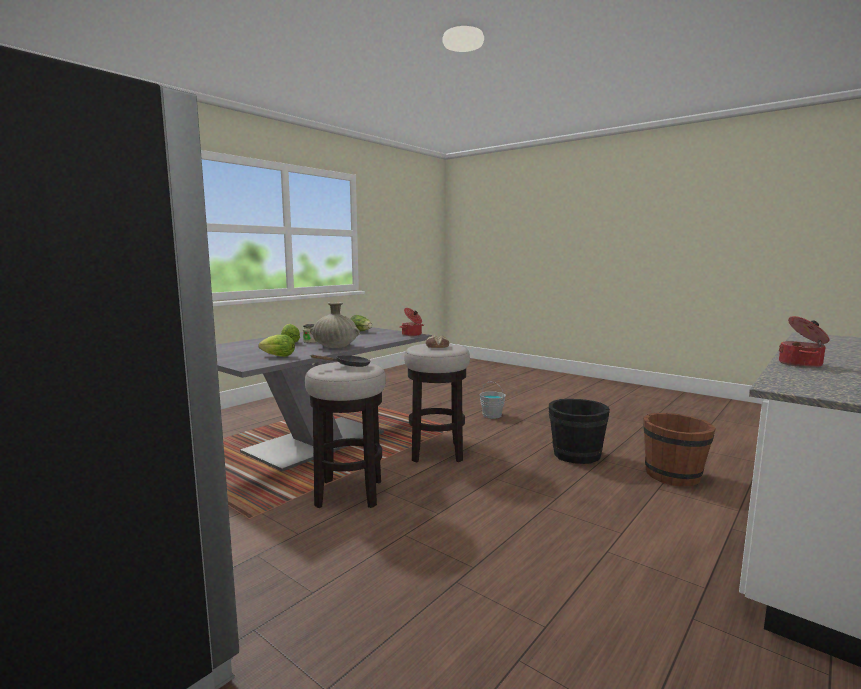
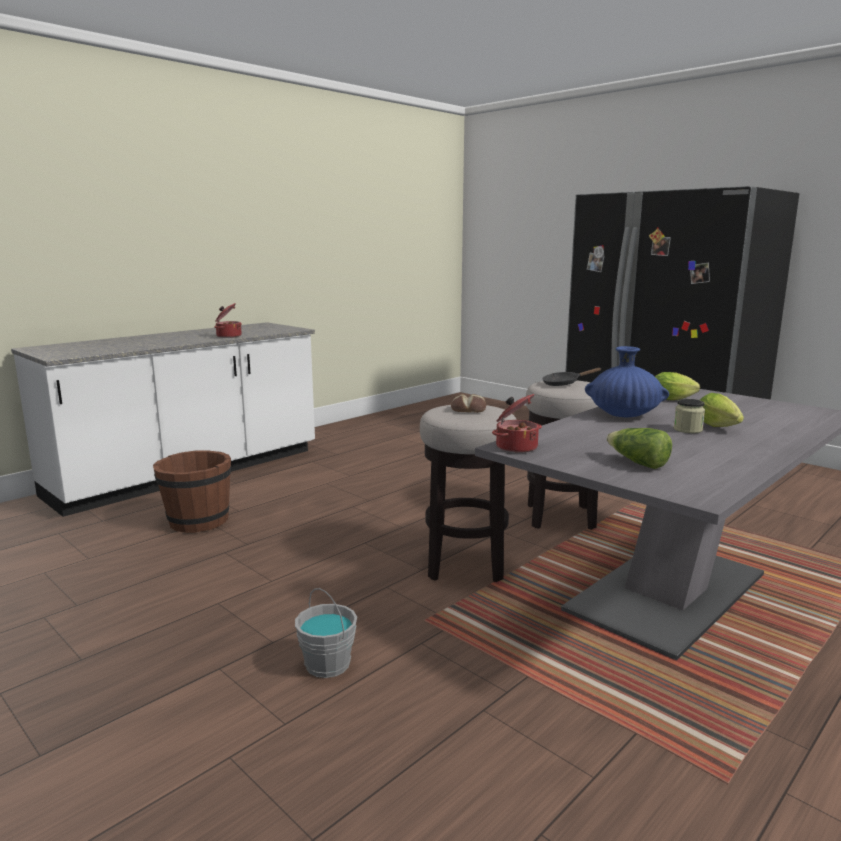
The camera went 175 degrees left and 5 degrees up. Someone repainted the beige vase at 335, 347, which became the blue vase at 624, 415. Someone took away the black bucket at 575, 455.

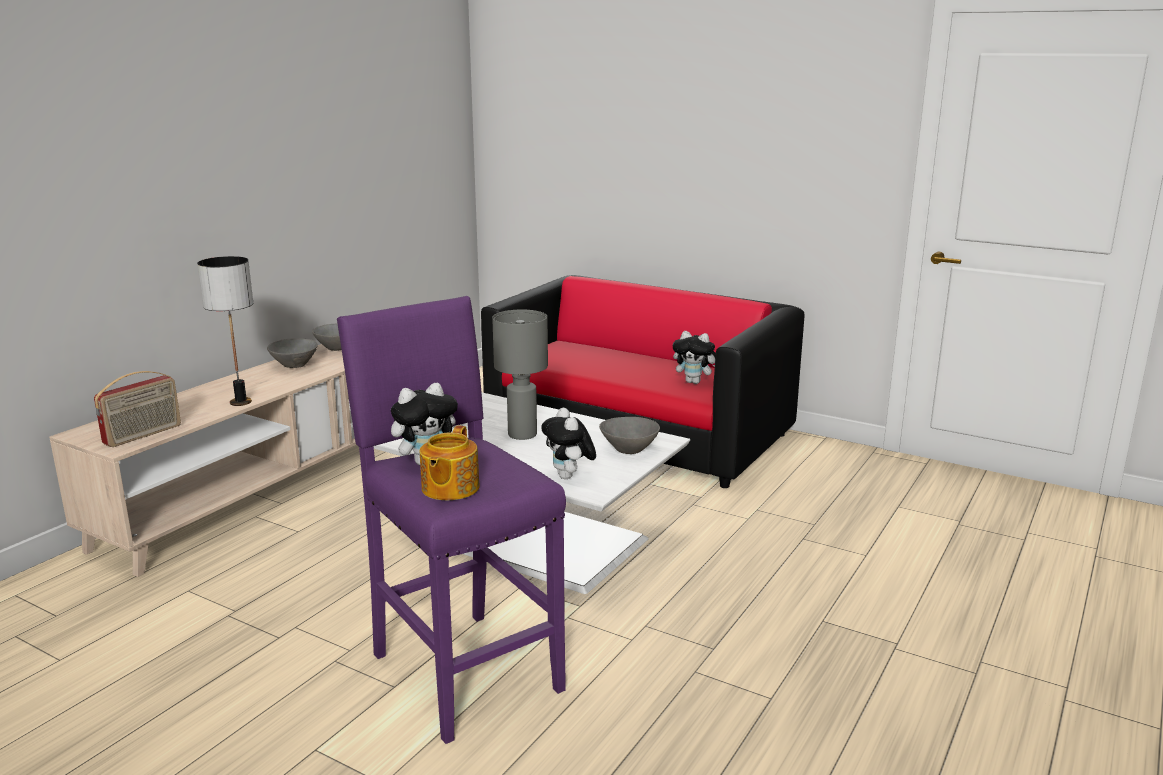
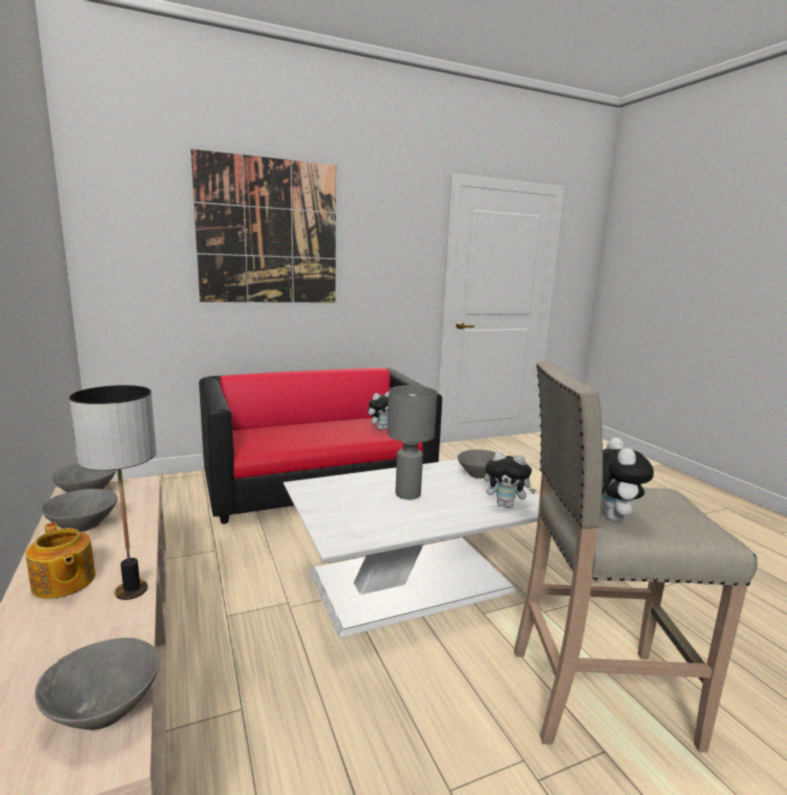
The camera went 55 degrees left and 5 degrees down. Someone repainted the purple stool at 463, 669, which became the beige stool at 594, 694. Someone swapped the radio at 143, 435 for the grey bowl at 103, 710. Someone carried the teapot from 449, 488 to 63, 583. Someone put up the picture at 269, 232.

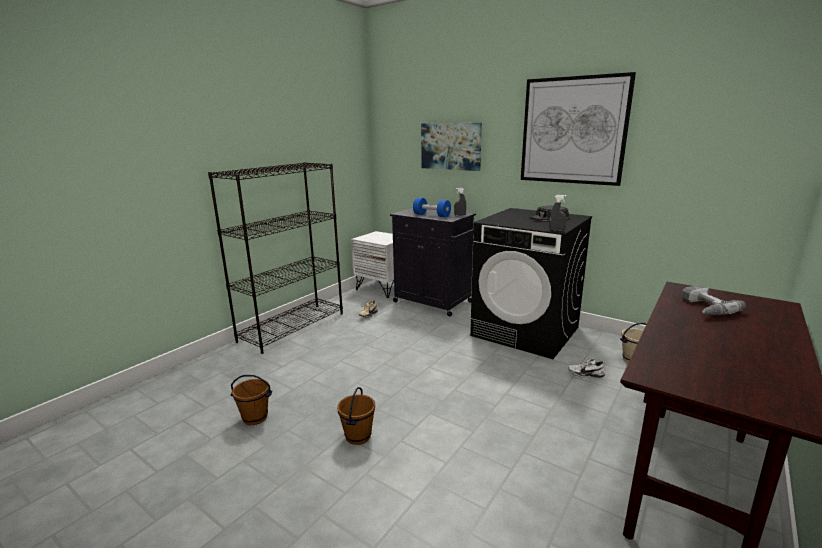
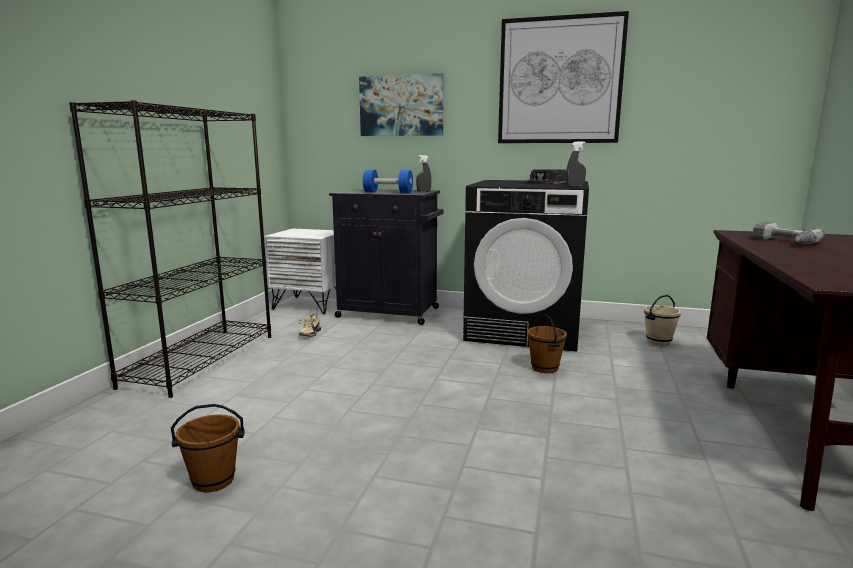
The camera went 20 degrees left and 5 degrees down. Someone took away the white shoe at 585, 374. Someone carried the brown bucket from 357, 436 to 544, 368.

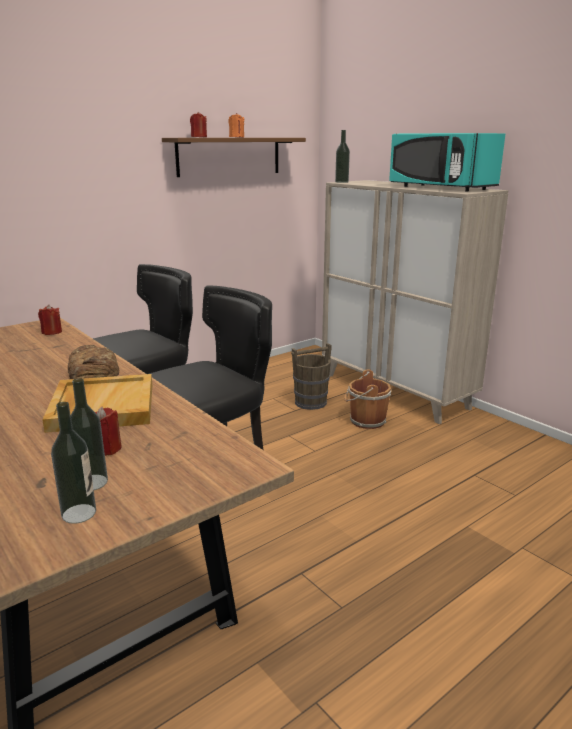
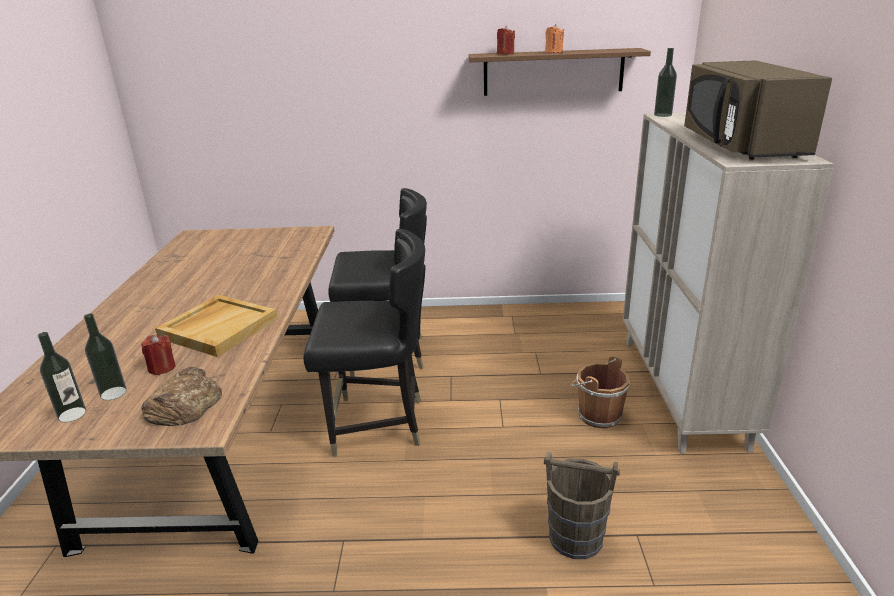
The camera went 40 degrees right and 5 degrees up. Someone repainted the turquoise microwave at 439, 188, which became the brown microwave at 740, 145. Someone took away the red candle at 52, 332. Someone carried the brown bucket from 311, 402 to 576, 538. Someone carried the bread from 93, 372 to 184, 405.

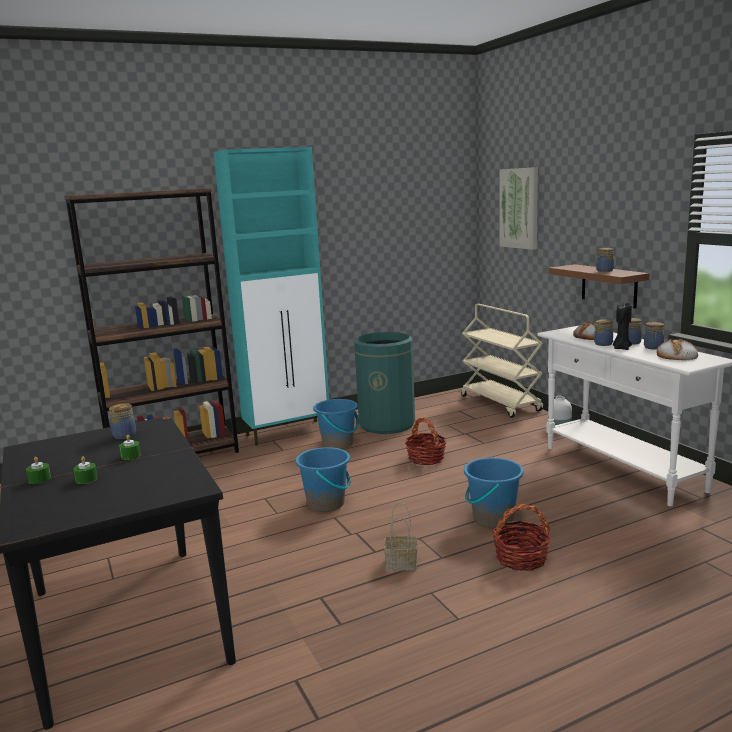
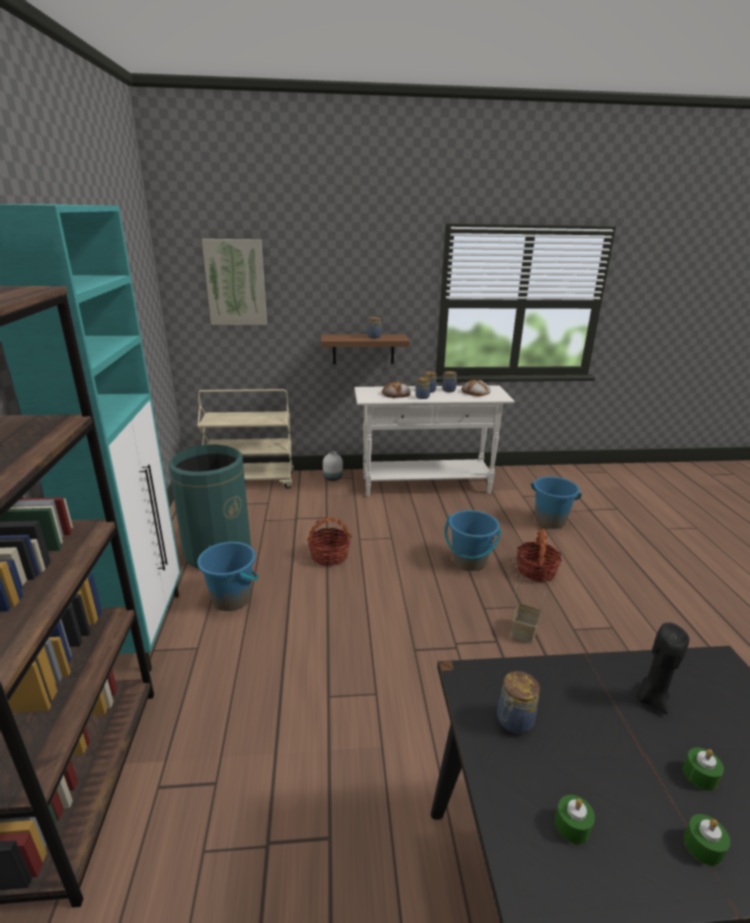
The camera went 70 degrees left and 10 degrees up. Someone carried the black candle from 621, 348 to 651, 699. Someone carried the green candle from 130, 456 to 572, 825. Someone carried the blue bucket from 326, 503 to 550, 521.

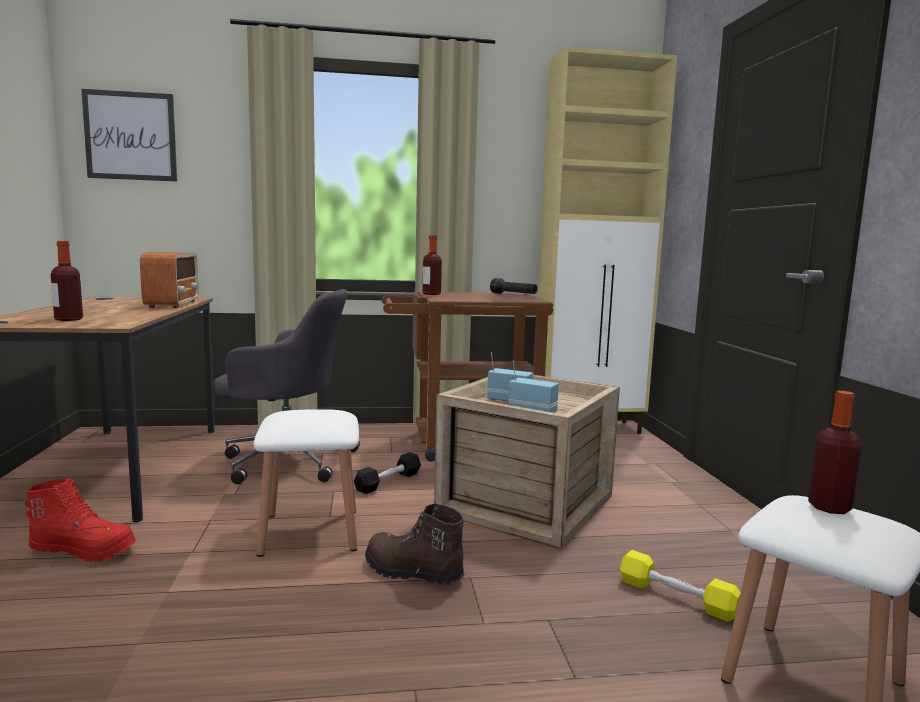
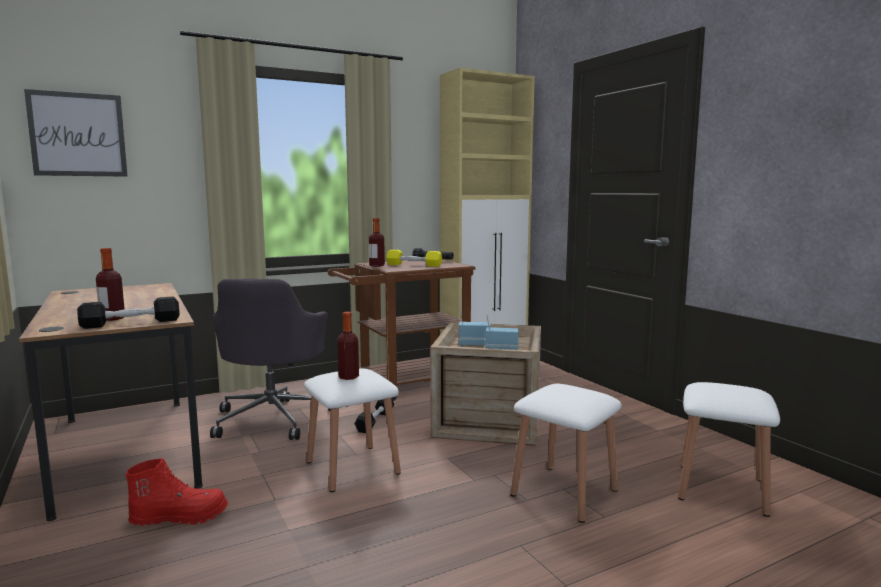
The camera went 20 degrees left and 0 degrees up. Someone took away the radio at 173, 304. Someone rotated the grey office chair at 286, 460 by 105 degrees clockwise. Someone carried the bottle from 829, 507 to 348, 377. Someone took away the brown boot at 412, 572. Someone carried the yellow dumbbell from 676, 597 to 413, 265. Someone put down the black dumbbell at 131, 323. Someone put down the white stool at 564, 492.

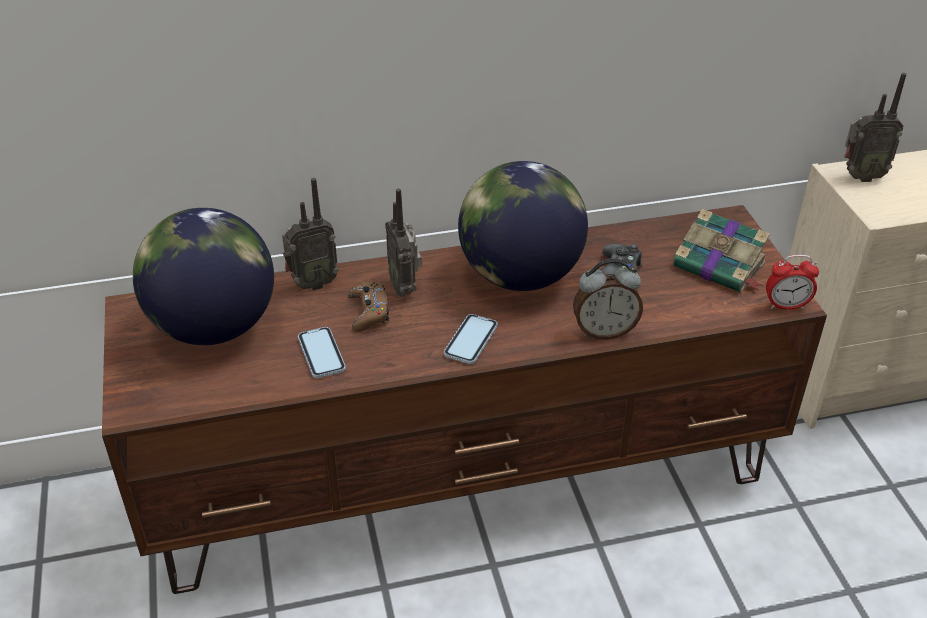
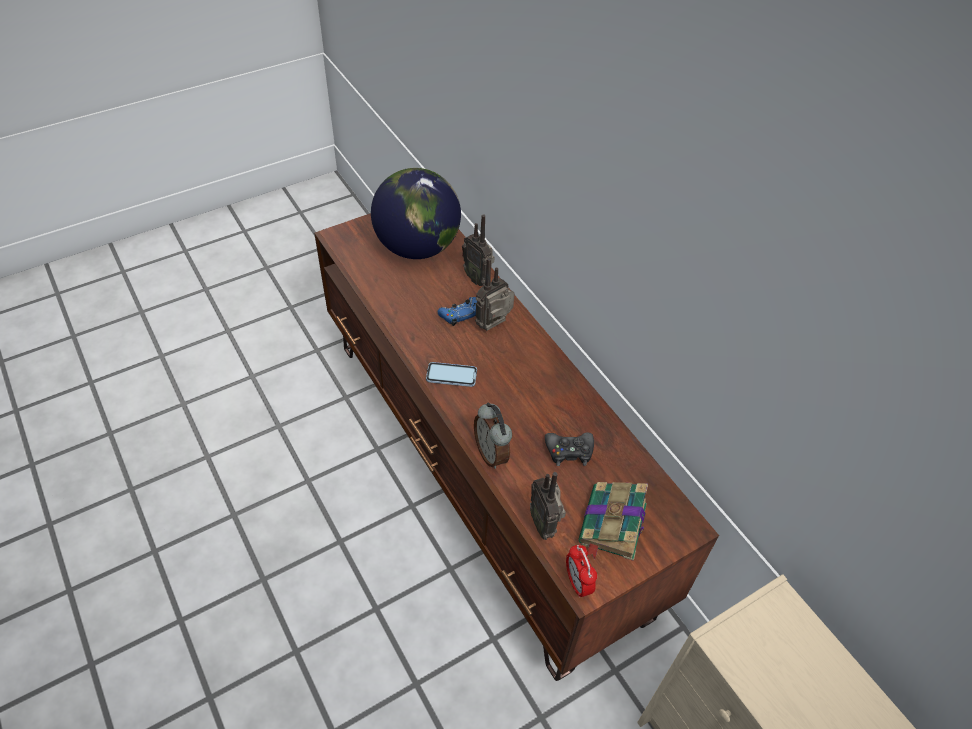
The camera went 70 degrees right and 10 degrees up. Someone carried the radio from 860, 176 to 544, 523. Someone took away the globe at 519, 276. Someone repainted the brown game controller at 368, 312, which became the blue game controller at 460, 314. Someone took away the phone at 321, 354.

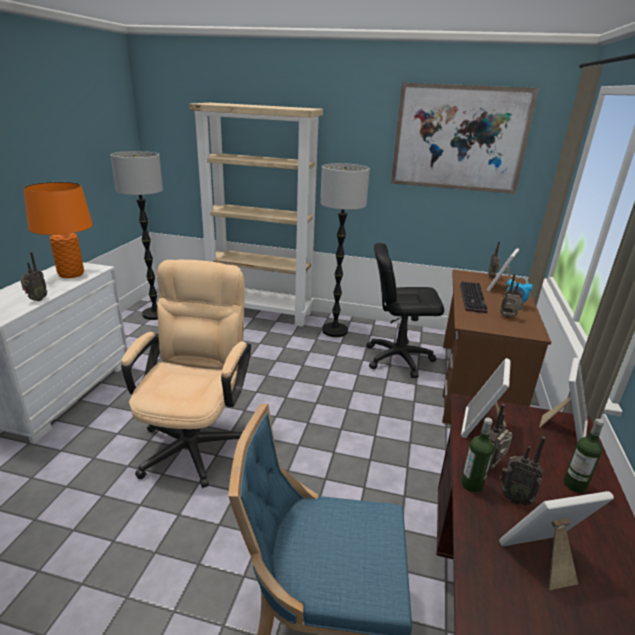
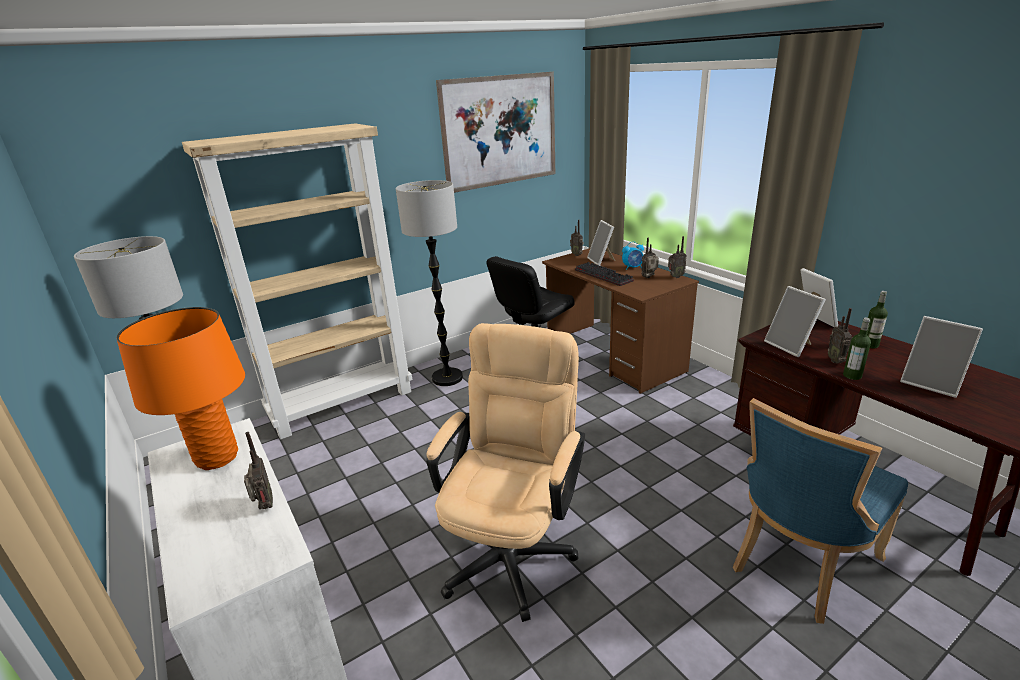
The camera went 45 degrees left and 0 degrees up. Someone rotated the beige office chair at 196, 439 by 60 degrees clockwise. Someone carried the radio from 514, 497 to 675, 277. Someone rotated the picture frame at 542, 558 by 75 degrees counterclockwise.

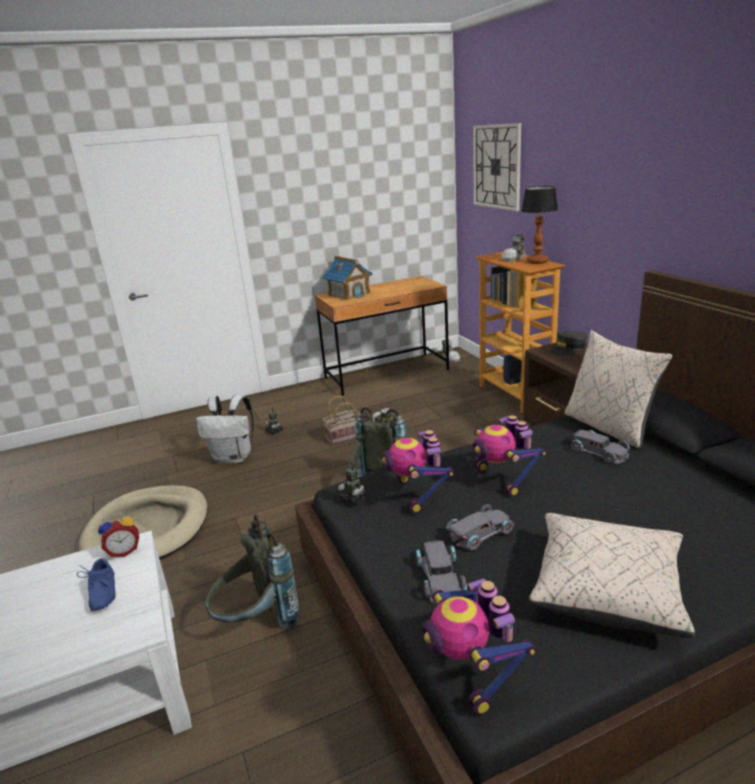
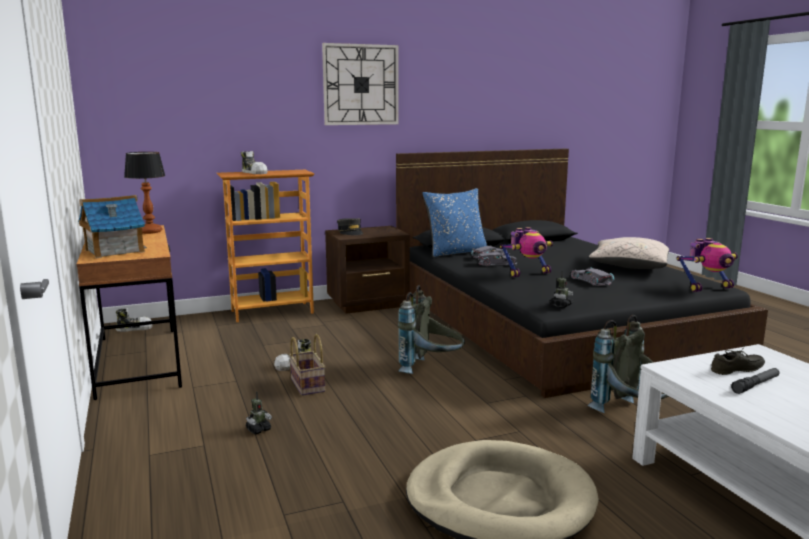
The camera went 90 degrees left and 10 degrees down. Someone carried the wall clock from 497, 166 to 361, 85. Someone carried the table lamp from 538, 261 to 150, 231. Someone repainted the beige pillow at 608, 427, which became the blue pillow at 456, 252. Someone took away the white backpack at 234, 457. Someone took away the toy robot at 418, 494. Someone took away the alarm clock at 124, 551. Someone carried the grey toy car from 439, 578 to 497, 263. Someone repainted the blue shoe at 101, 593, which became the grey shoe at 738, 370. Someone put down the flashlight at 756, 385.

